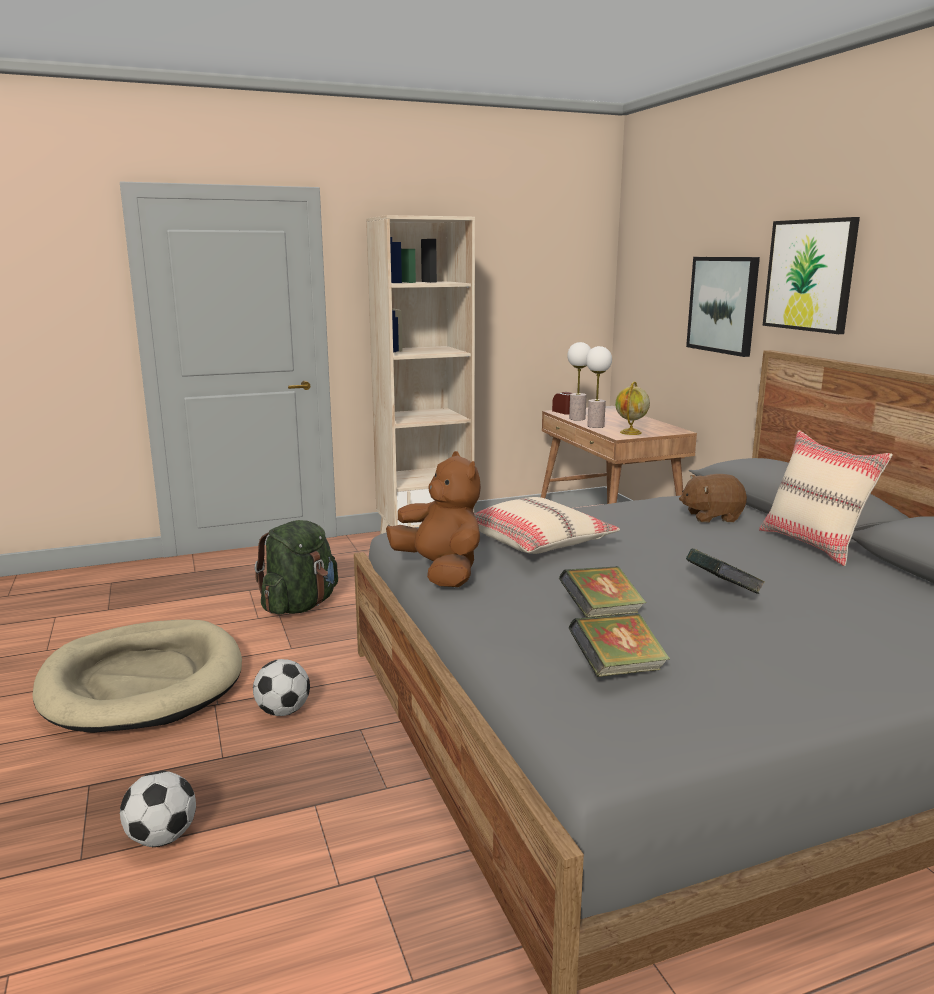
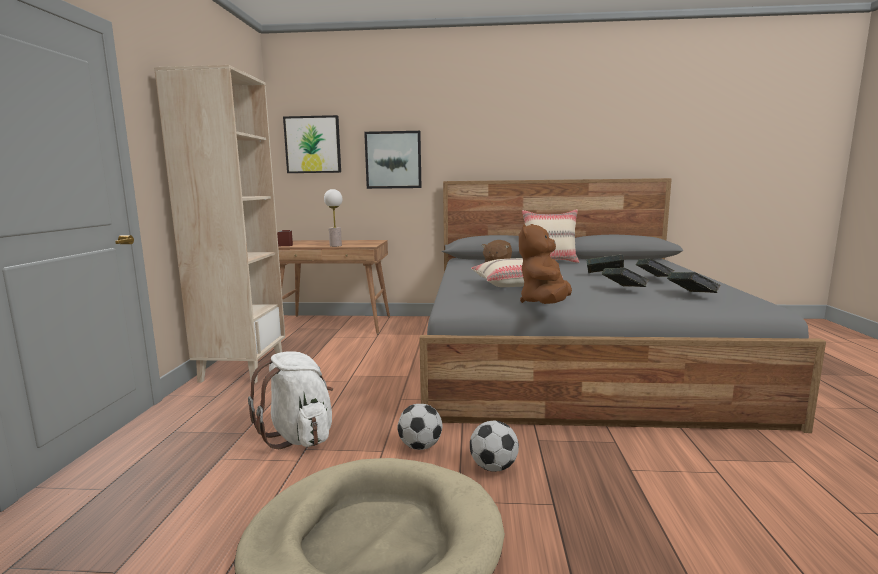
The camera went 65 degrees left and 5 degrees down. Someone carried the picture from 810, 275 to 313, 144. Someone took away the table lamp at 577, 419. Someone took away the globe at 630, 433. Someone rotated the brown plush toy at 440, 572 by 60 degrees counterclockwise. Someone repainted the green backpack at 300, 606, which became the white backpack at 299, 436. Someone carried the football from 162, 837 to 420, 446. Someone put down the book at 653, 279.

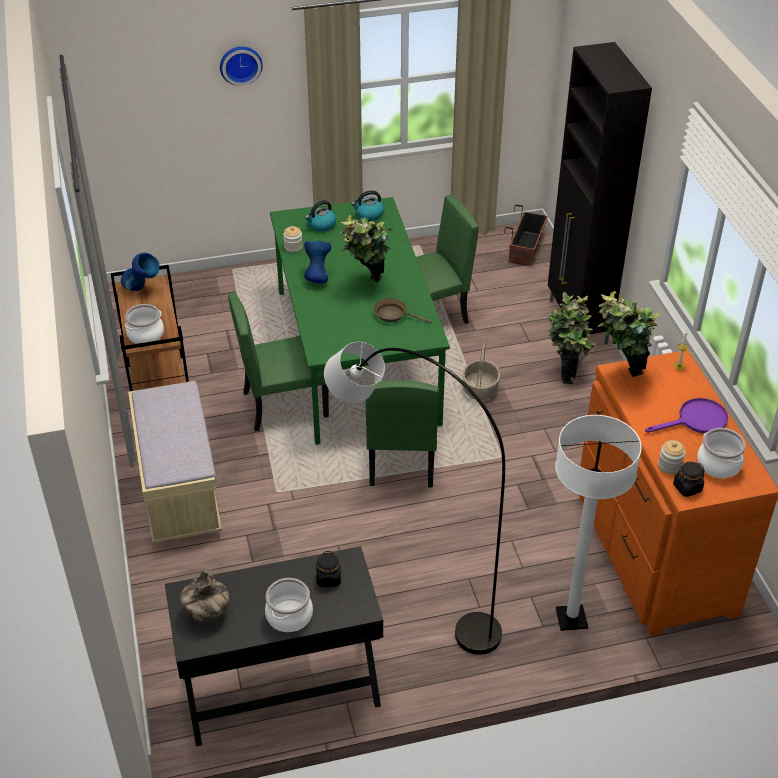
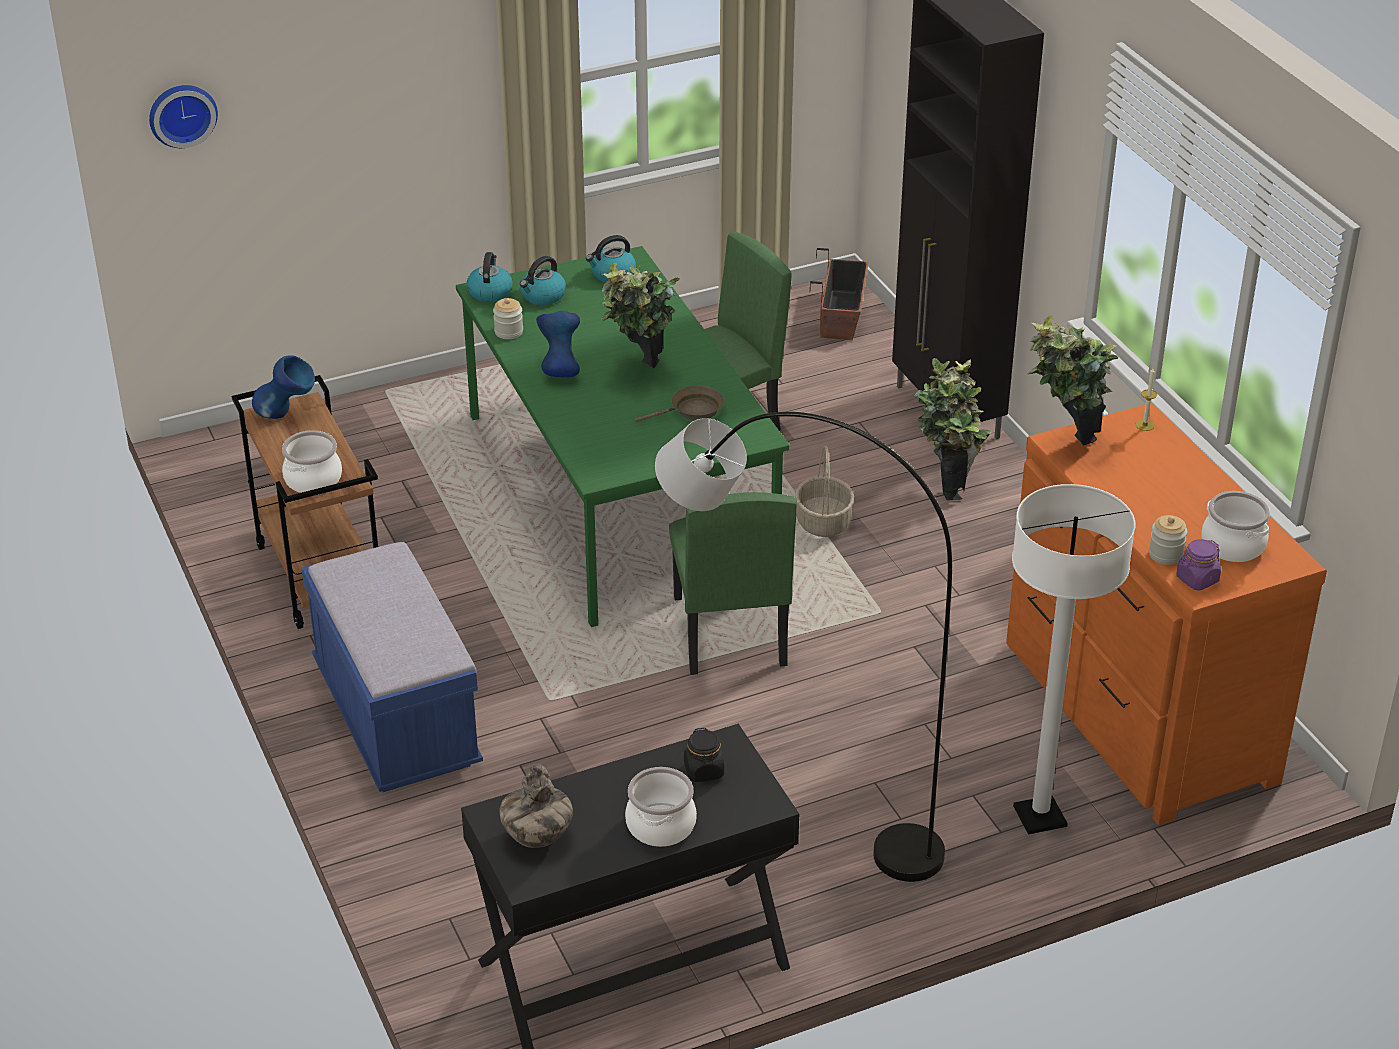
The camera went 10 degrees left and 5 degrees down. Someone carried the wall clock from 240, 64 to 182, 114. Someone took away the green chair at 285, 404. Someone rotated the brown frying pan at 393, 315 by 150 degrees clockwise. Someone repainted the beige bench at 179, 492, which became the blue bench at 396, 718. Someone took away the purple frying pan at 696, 421. Someone repainted the black jar at 687, 488, which became the purple jar at 1197, 579. Someone put down the kettle at 490, 292.

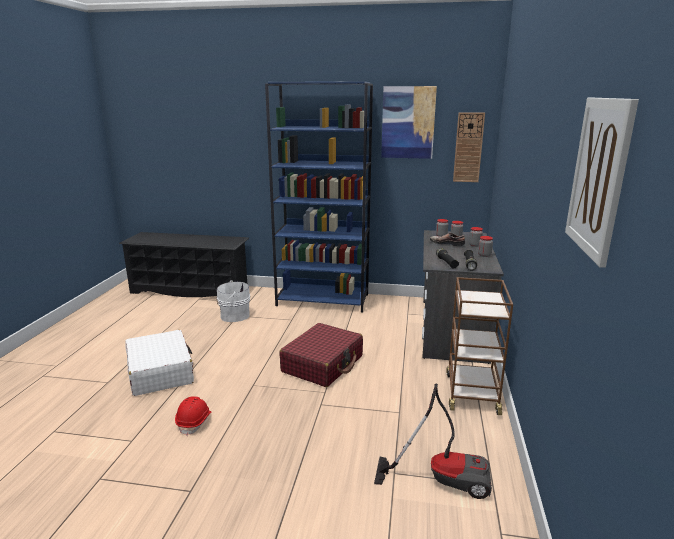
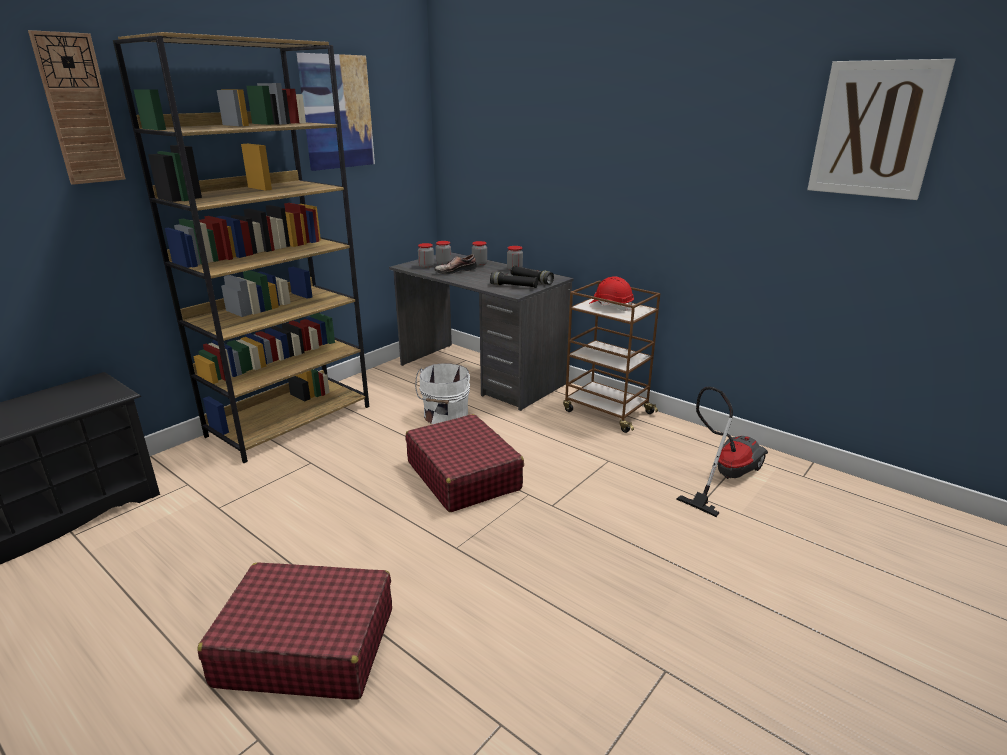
The camera went 60 degrees left and 5 degrees up. Someone repainted the blue bookcase at 323, 300, which became the brown bookcase at 291, 420. Someone carried the wall clock from 468, 147 to 79, 110. Someone carried the white bucket from 233, 316 to 445, 416. Someone repainted the white suitcase at 160, 372, which became the red suitcase at 306, 646. Someone carried the red hard hat from 194, 422 to 611, 306.

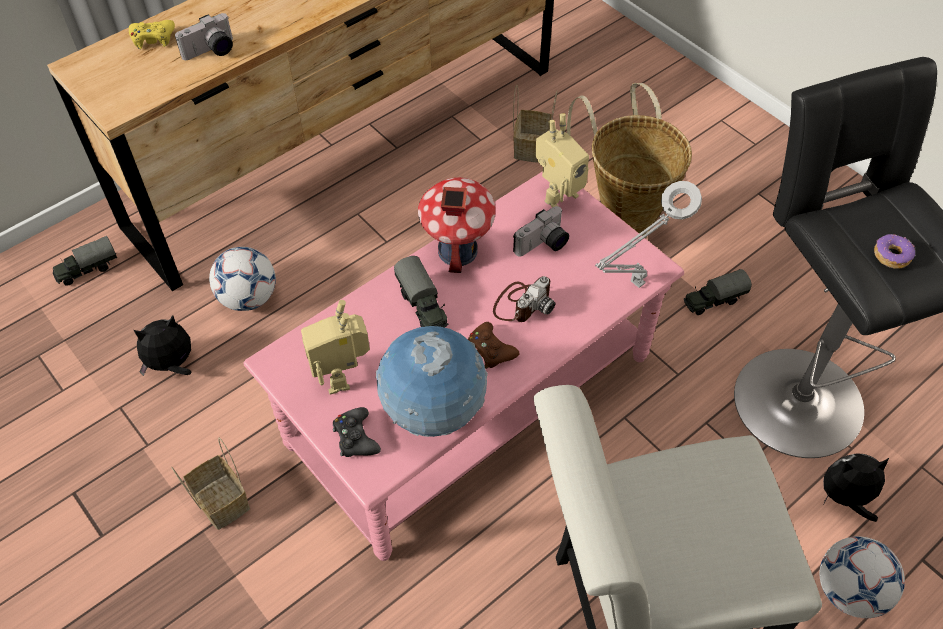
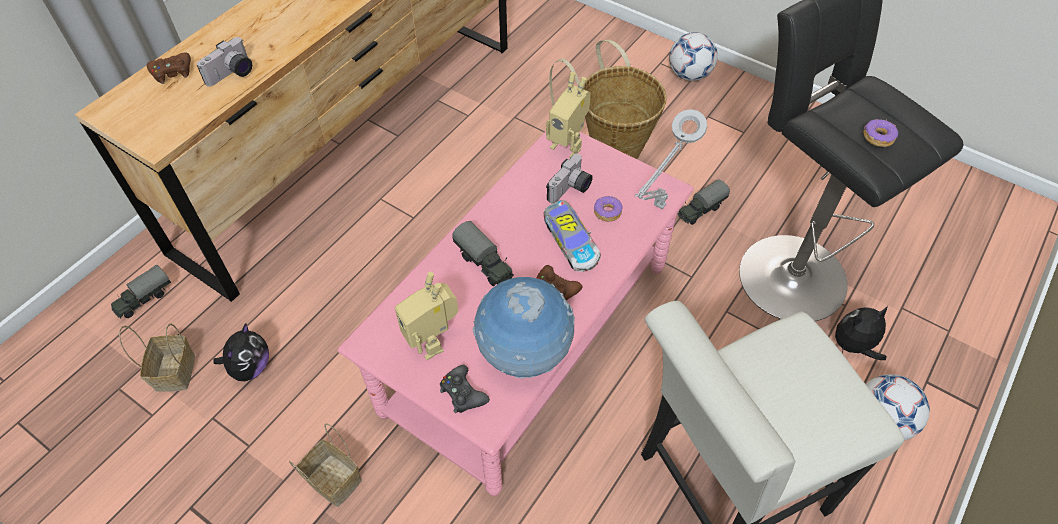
The camera went 15 degrees left and 0 degrees up. Someone repainted the yellow game controller at 153, 38, which became the brown game controller at 172, 72. Someone carried the basket from 531, 148 to 175, 373. Someone rotated the toy robot at 557, 195 by 90 degrees clockwise. Someone took away the toy house at 457, 251. Someone carried the football from 248, 298 to 689, 75. Someone swapped the photo camera at 522, 303 for the toy car at 569, 243. Someone rotated the plush toy at 172, 364 by 150 degrees clockwise. Someone put down the donut at 607, 212.

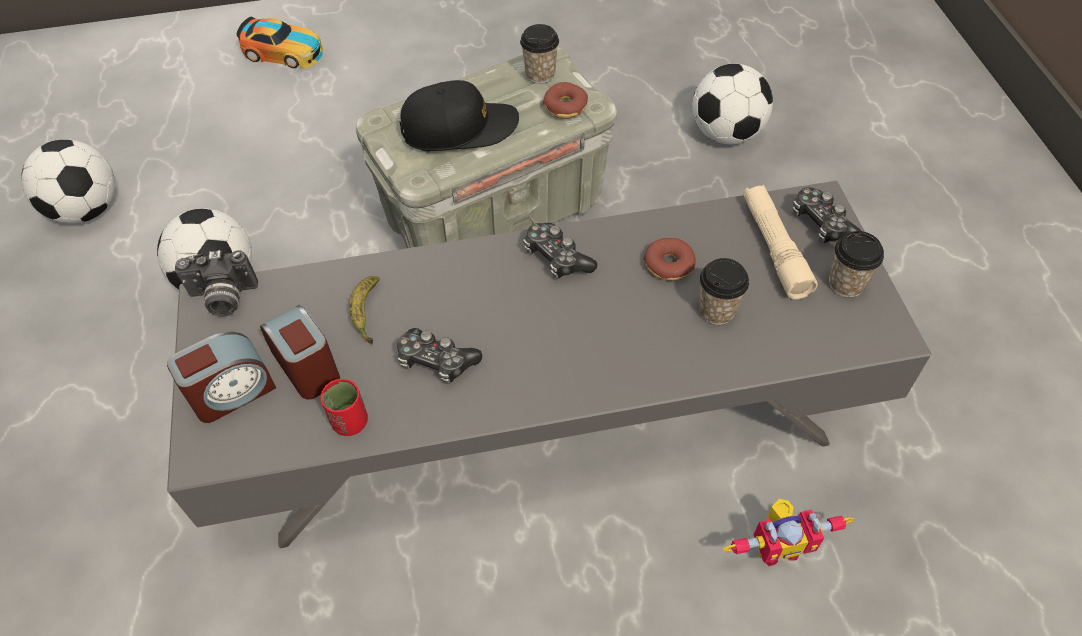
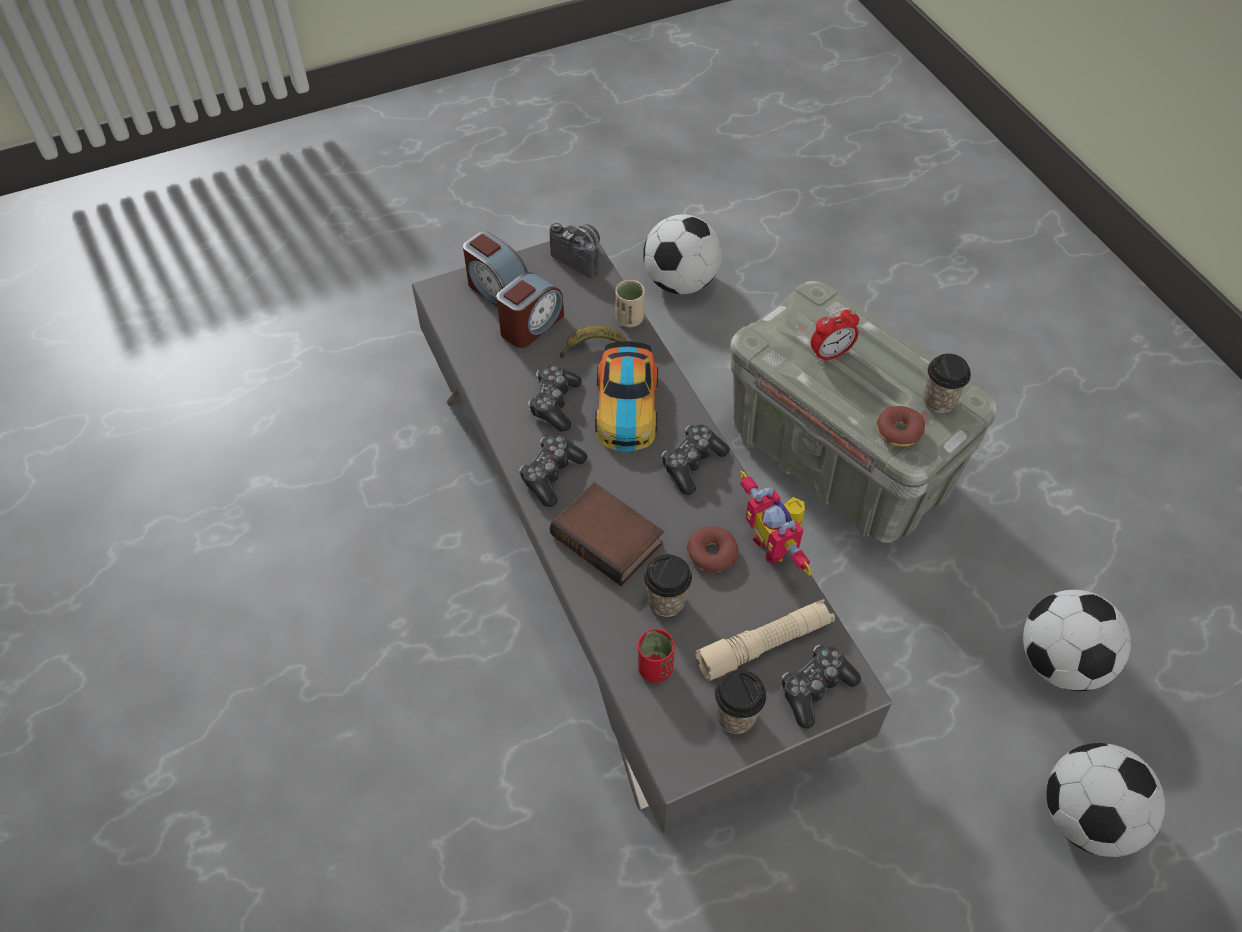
The camera went 75 degrees right and 0 degrees up. Someone carried the toy car from 284, 52 to 626, 407. Someone swapped the black cap at 459, 128 for the alarm clock at 830, 354. Someone carried the football from 86, 210 to 1086, 818. Someone rotated the photo camera at 223, 299 by 150 degrees clockwise. Someone carried the red cup from 350, 422 to 655, 668. Someone carried the toy robot from 776, 545 to 776, 544. Someone put down the beige cup at 629, 319. Someone put down the game controller at 551, 475. Someone put down the book at 610, 538.

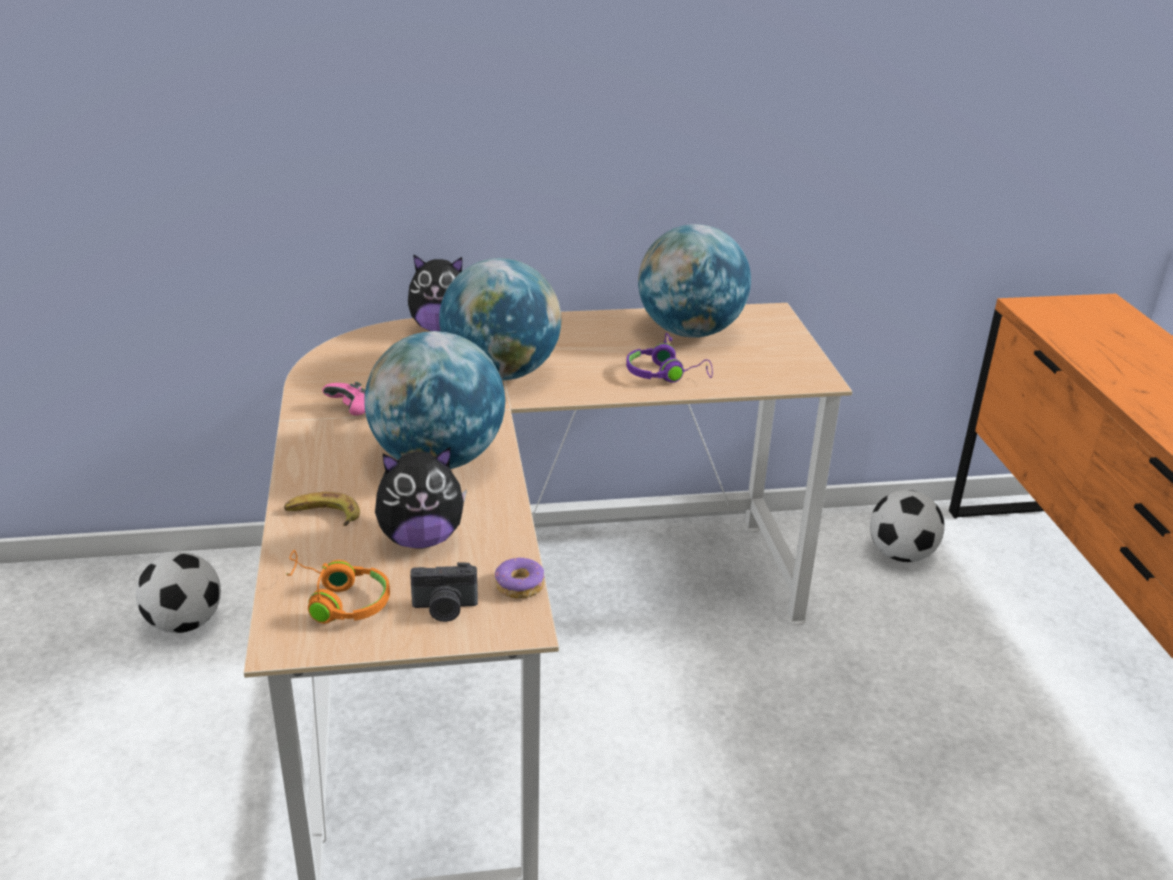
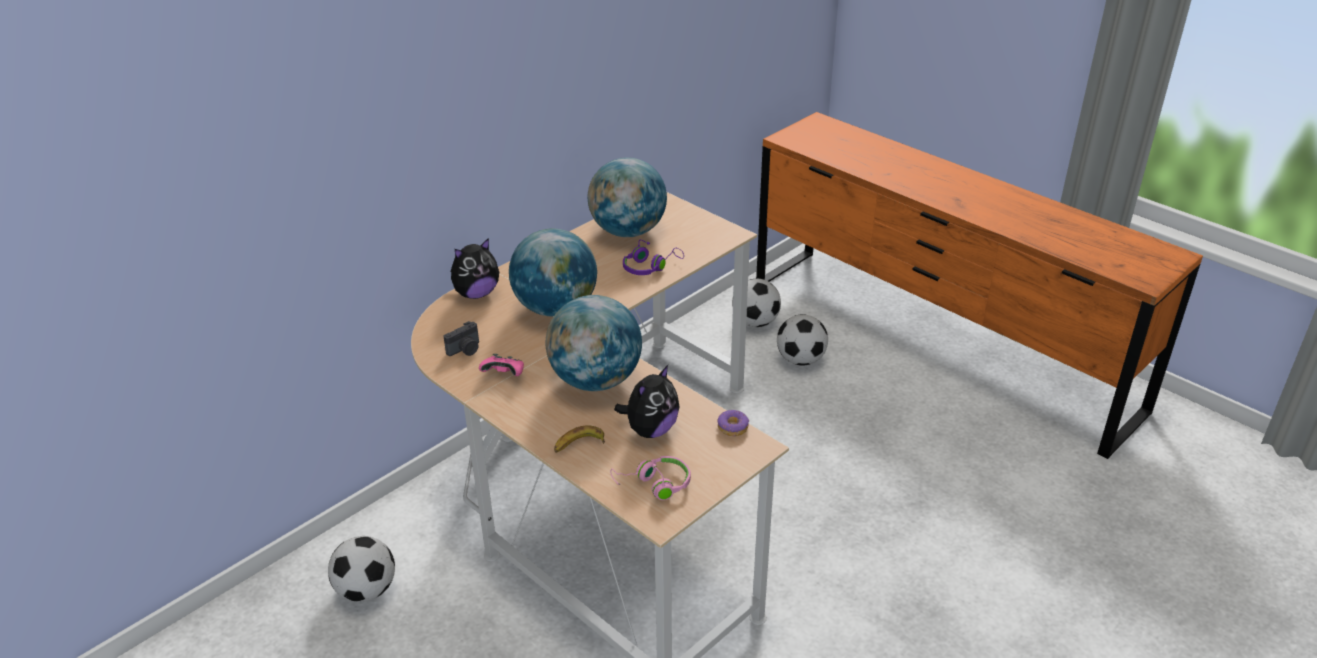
The camera went 35 degrees left and 5 degrees up. Someone repainted the orange headphones at 337, 600, which became the pink headphones at 654, 484. Someone carried the photo camera from 444, 609 to 465, 350. Someone put down the football at 801, 360.

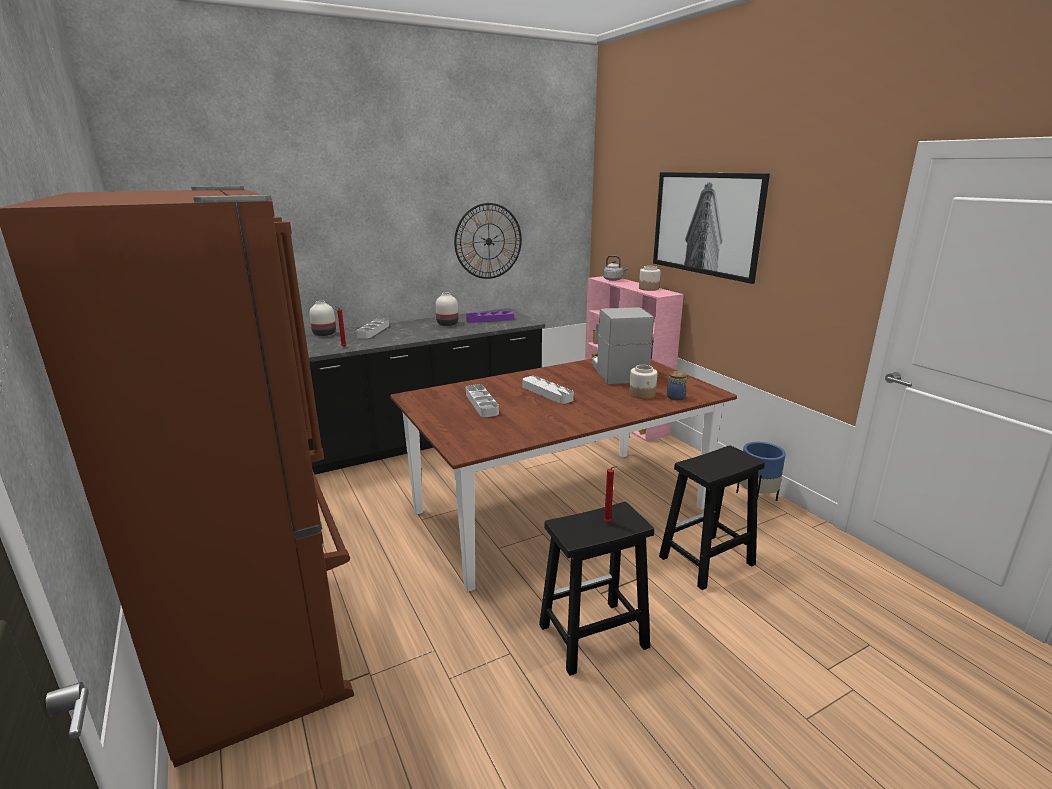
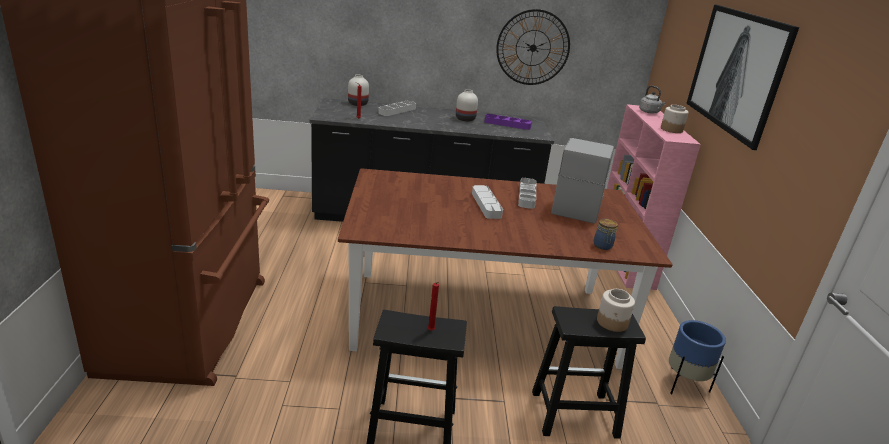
The camera went 25 degrees right and 5 degrees up. Someone carried the jar from 642, 394 to 612, 322. Someone carried the grey tray from 481, 404 to 527, 196.

